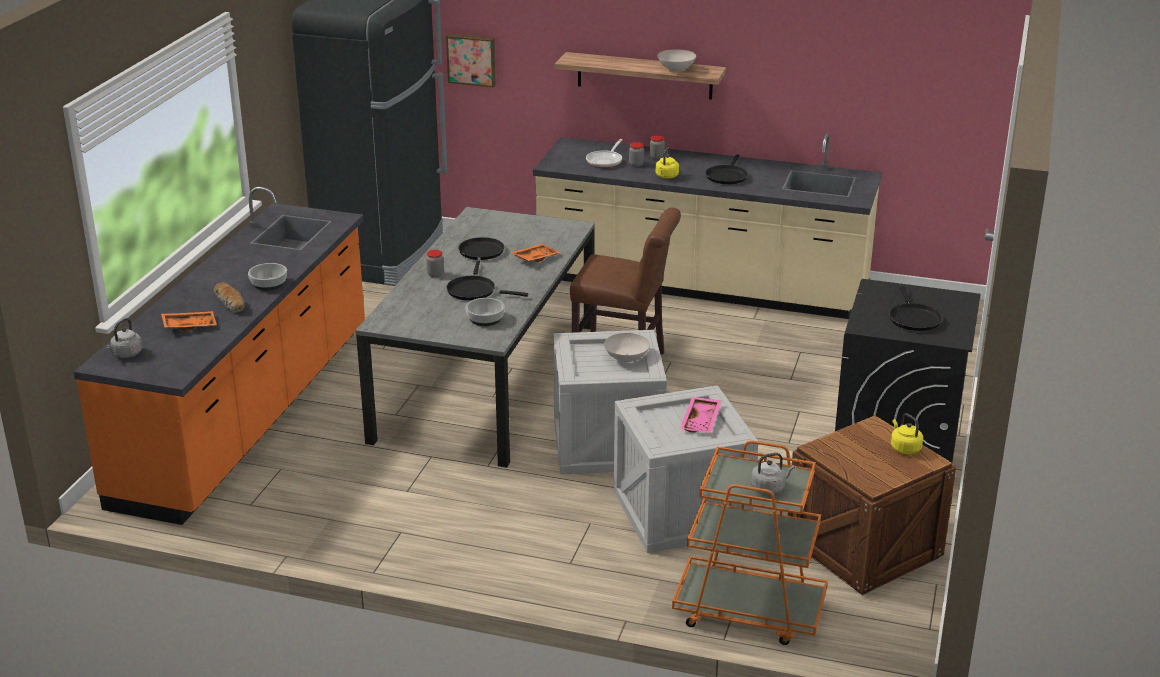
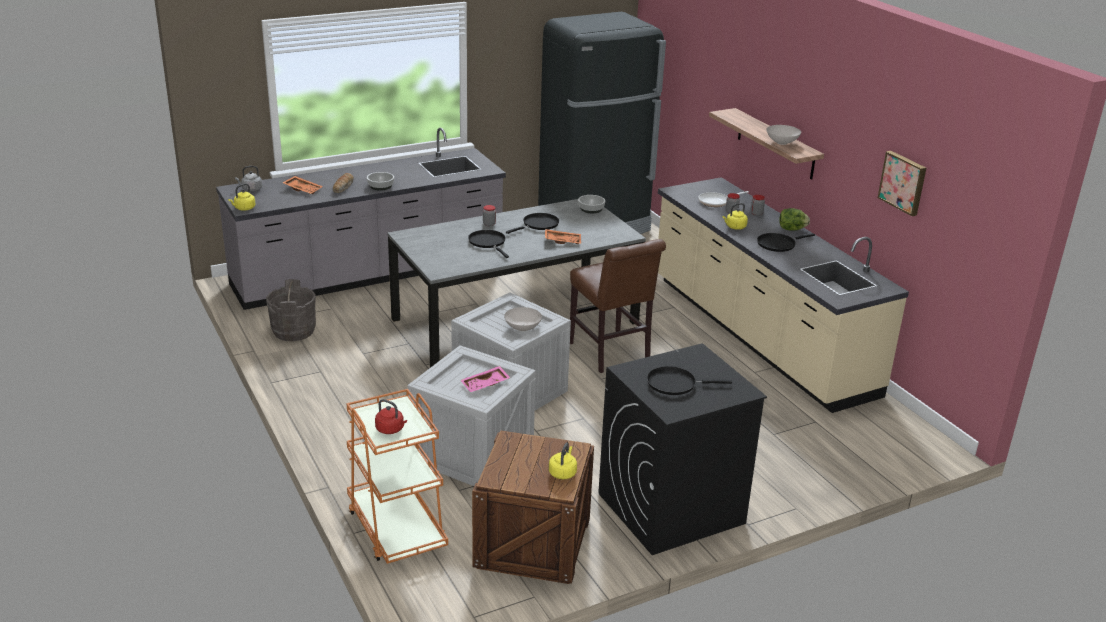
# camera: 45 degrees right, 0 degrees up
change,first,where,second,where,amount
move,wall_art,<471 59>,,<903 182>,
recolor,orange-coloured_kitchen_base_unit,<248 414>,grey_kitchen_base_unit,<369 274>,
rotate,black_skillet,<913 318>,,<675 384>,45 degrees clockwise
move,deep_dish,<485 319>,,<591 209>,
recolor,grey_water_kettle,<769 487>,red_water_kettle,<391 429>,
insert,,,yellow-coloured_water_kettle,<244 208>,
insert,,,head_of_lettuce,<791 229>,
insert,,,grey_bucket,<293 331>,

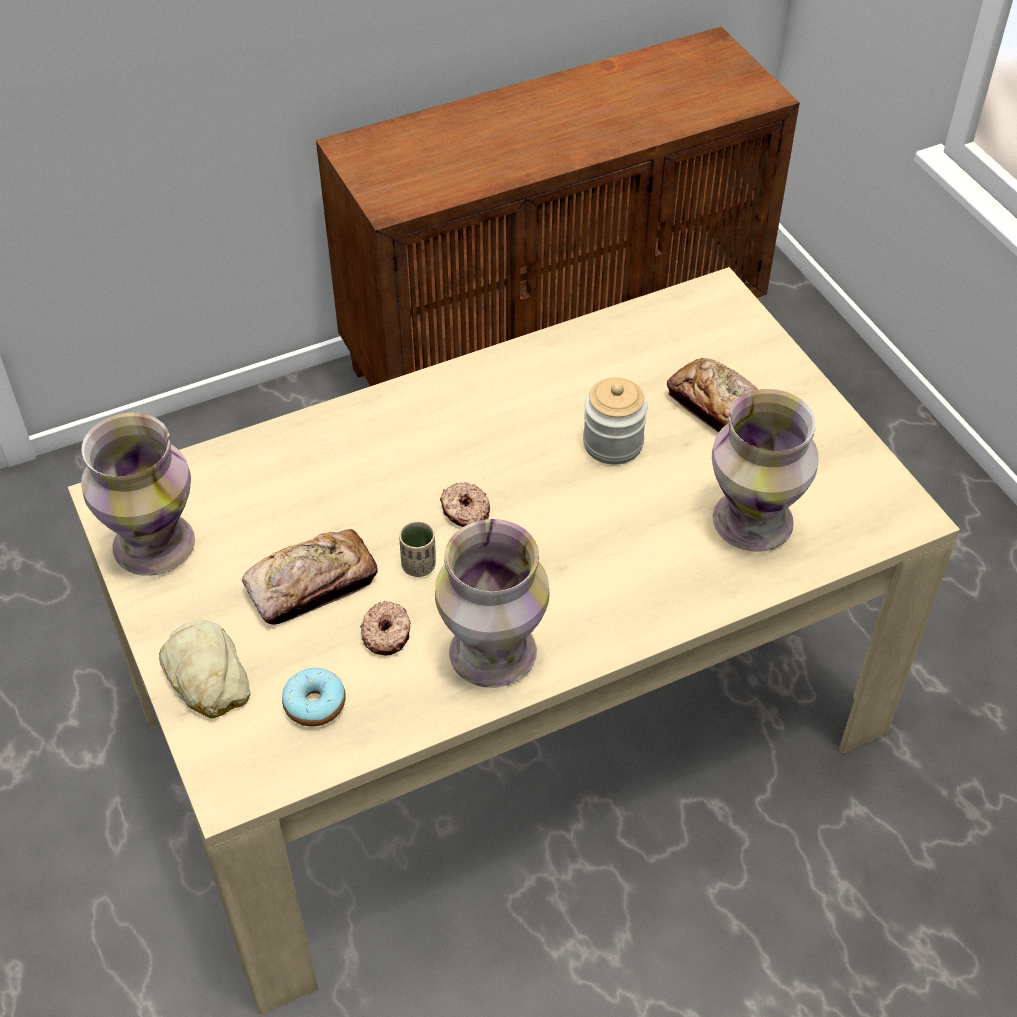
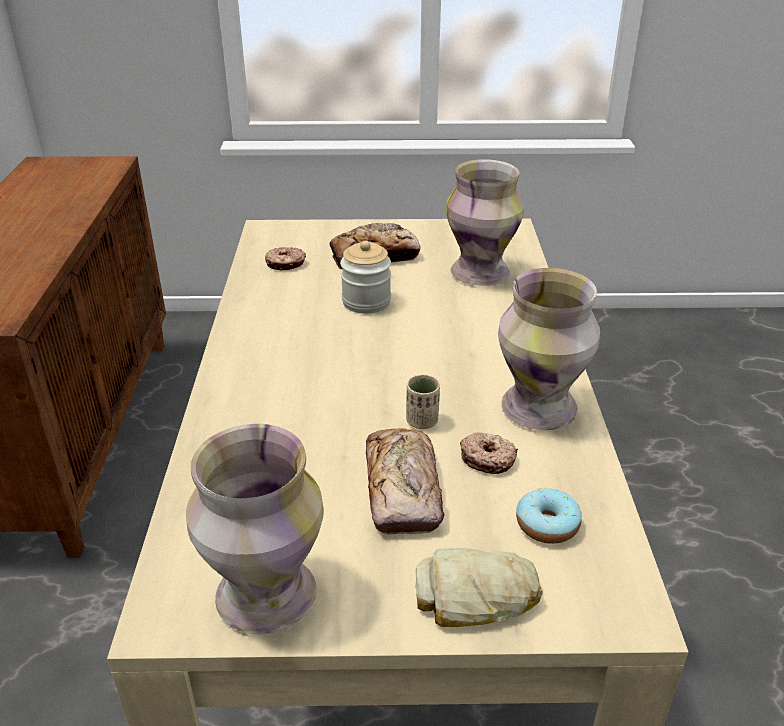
# camera: 65 degrees left, 15 degrees down
change,first,where,second,where,amount
move,donut,<465 511>,,<285 264>,

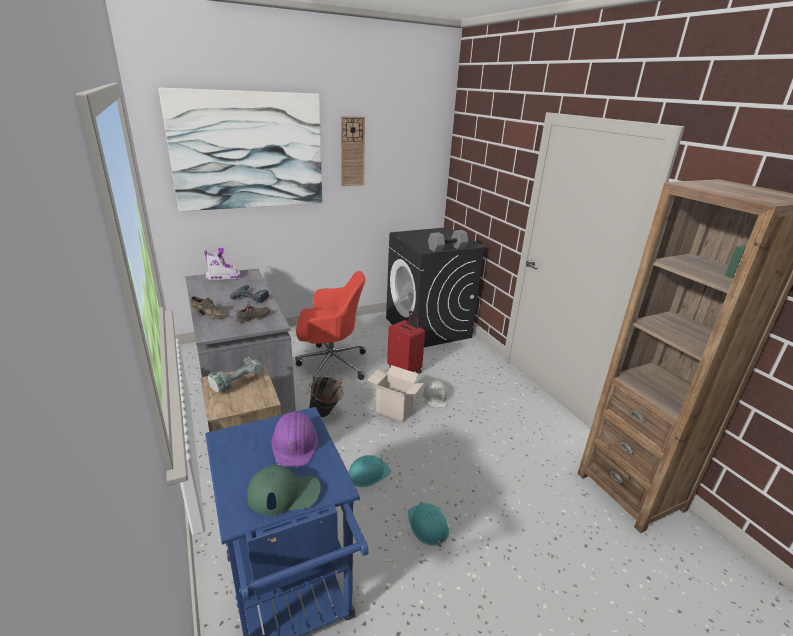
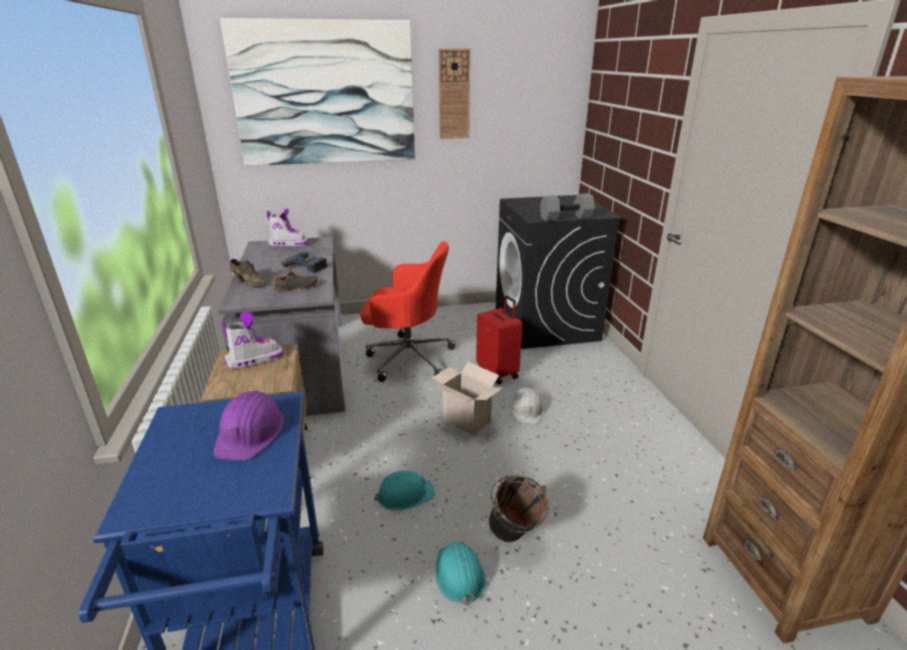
# camera: 15 degrees right, 0 degrees up
change,first,where,second,where,amount
replace,electric_drill,<236 381>,boot,<254 359>,
move,black_bucket,<325 415>,,<515 539>,
delete,greenish_peaked_cap,<284 493>,,,

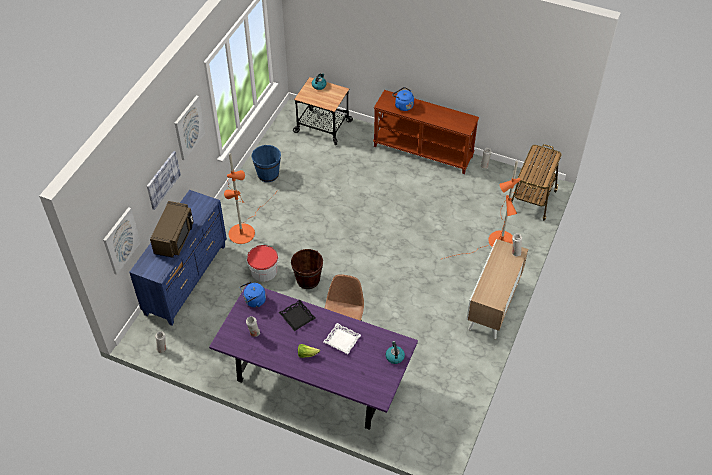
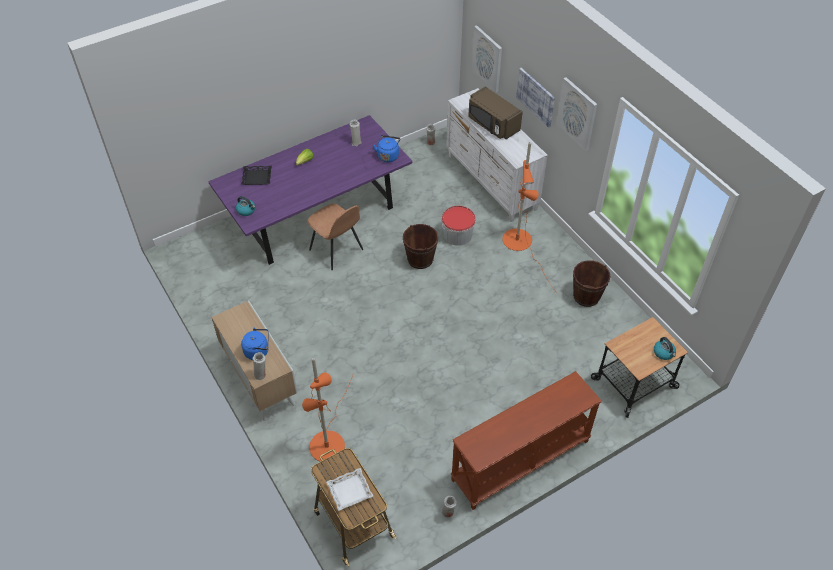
# camera: 125 degrees right, 0 degrees up
change,first,where,second,where,amount
move,blue_water_kettle,<403 105>,,<258 351>,
recolor,blue_bucket,<268 174>,brown-coloured_bucket,<586 296>,
recolor,blue_drawer_chest,<186 279>,whitish_drawer_chest,<491 182>,
move,black_serving_tray,<297 317>,,<257 177>,
move,whitish_serving_tray,<342 340>,,<349 491>,

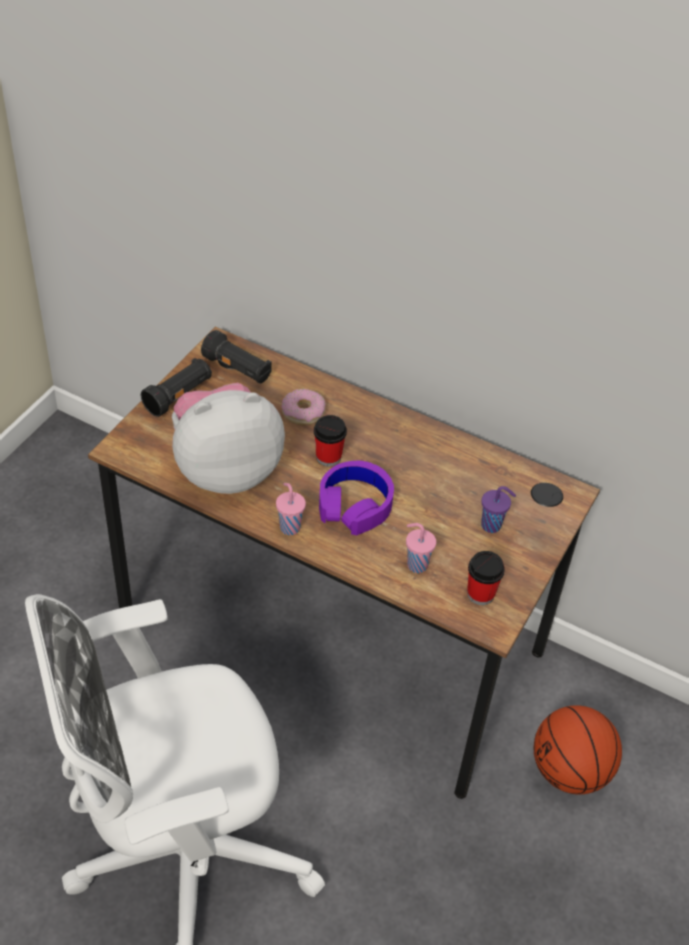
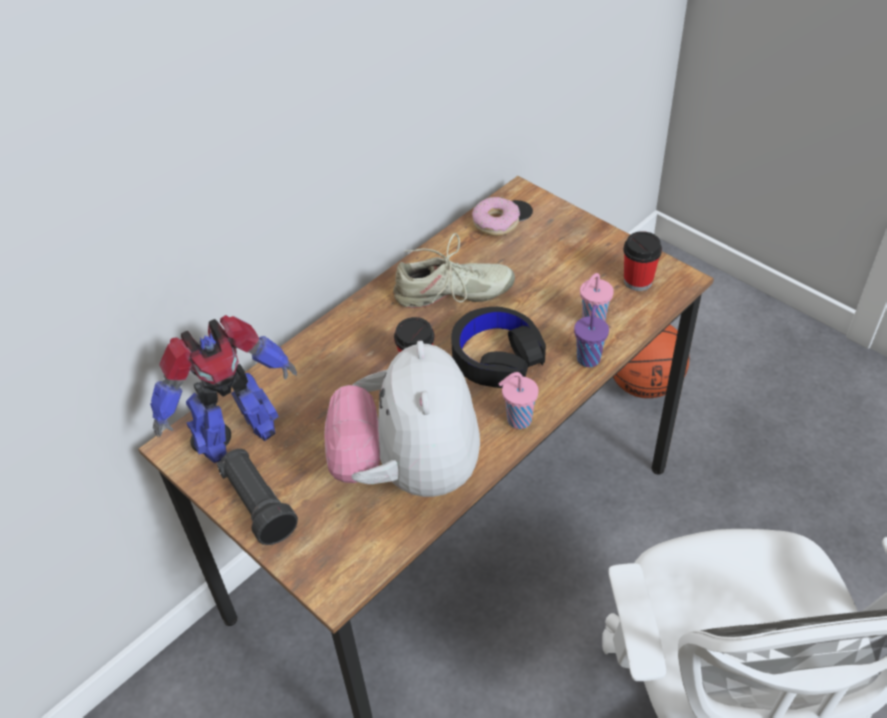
# camera: 70 degrees left, 0 degrees up
change,first,where,second,where,amount
replace,black_hand_torch,<238 369>,toy_robot,<234 433>,
move,donut,<303 412>,,<496 222>,
recolor,purple-coloured_pair_of_headphones,<354 504>,black_pair_of_headphones,<496 357>,
move,purple-coloured_small_cup,<492 525>,,<588 358>,
insert,,,sand-coloured_item_of_footwear,<452 294>,

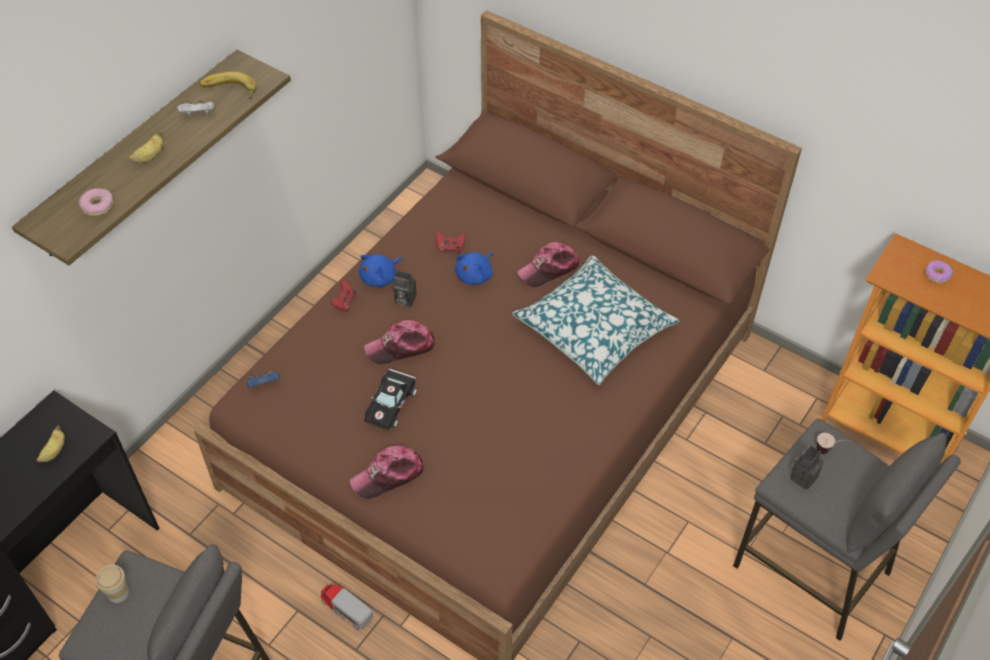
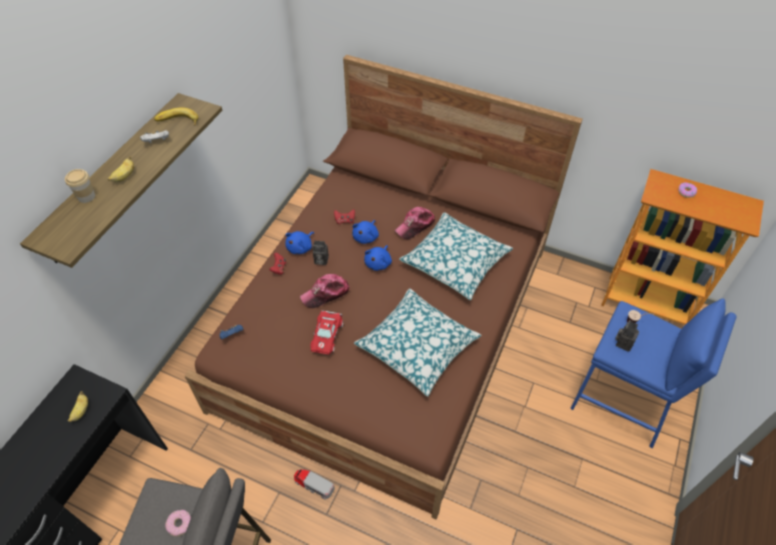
# camera: 10 degrees left, 0 degrees up
change,first,where,second,where,amount
move,donut,<97 206>,,<179 524>,
recolor,black_model_car,<391 403>,red_model_car,<327 334>,
recolor,grey_stool_seat,<812 569>,blue_stool_seat,<622 402>,
delete,peaked_cap,<388 475>,,,
move,small_cup,<118 593>,,<86 196>,
insert,,,blue_cuddly_toy,<378 263>,
insert,,,cushion,<417 346>,

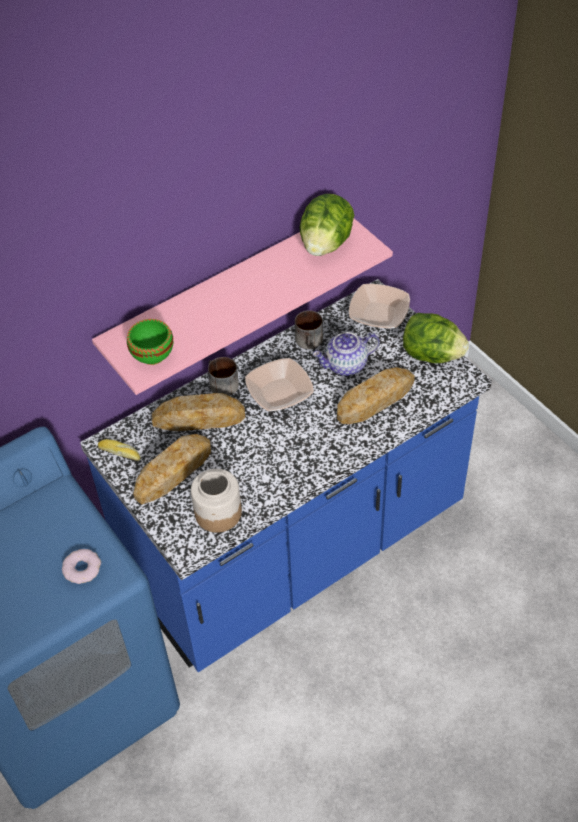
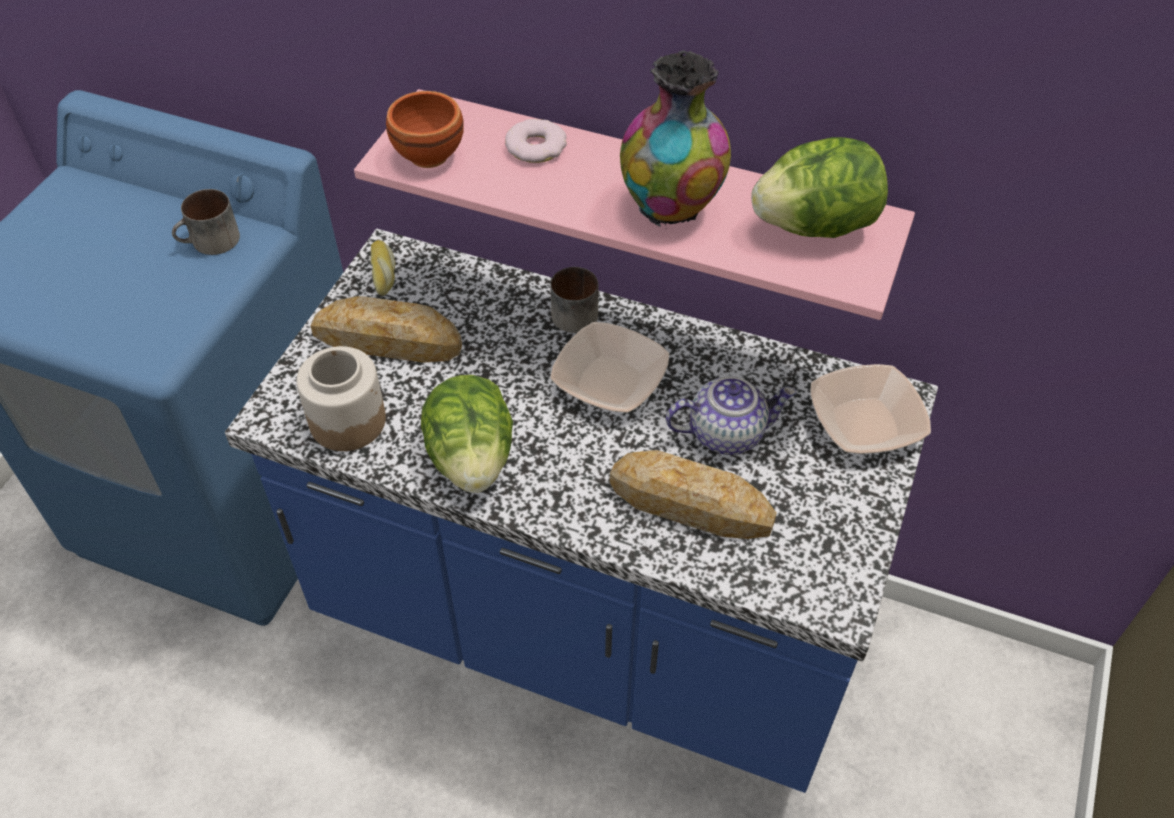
# camera: 55 degrees right, 0 degrees up
change,first,where,second,where,amount
move,mug,<310 342>,,<210 243>,
move,head_of_lettuce,<431 354>,,<472 459>,
recolor,greenish_deep_dish,<154 355>,brown-coloured_deep_dish,<431 156>,
rotate,teapot,<346 365>,,<726 432>,135 degrees clockwise
delete,bread,<199 418>,,,
move,donut,<82 568>,,<536 147>,
insert,,,flower_vase,<672 207>,

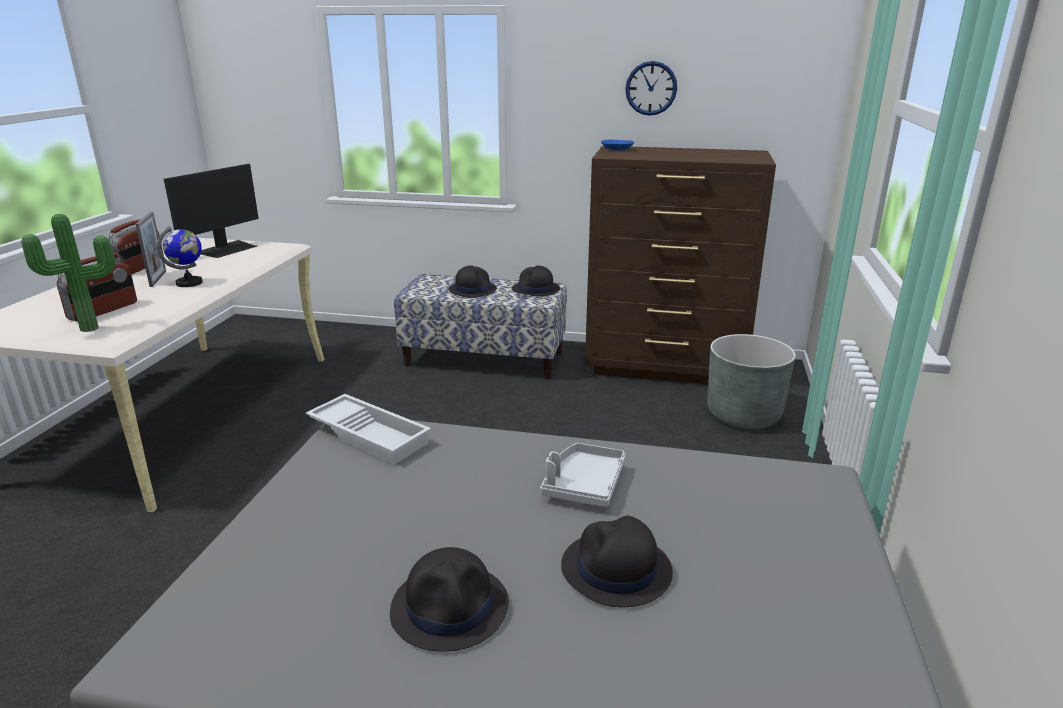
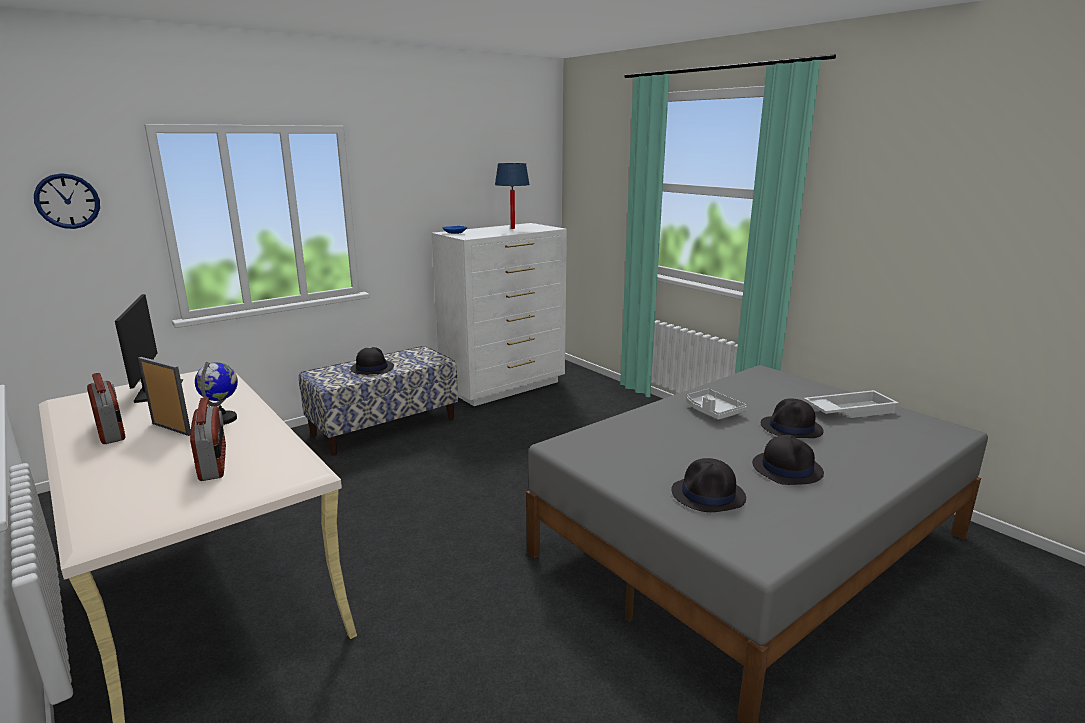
# camera: 50 degrees left, 5 degrees down
change,first,where,second,where,amount
move,clock_on_the_wall,<651 88>,,<67 201>,
recolor,brown-coloured_drawer_chest,<665 367>,whitish_drawer_chest,<505 386>,
delete,houseplant,<90 329>,,,
move,black_hat,<536 290>,,<708 495>,
delete,grey_planter,<743 415>,,,
move,whitish_serving_tray,<371 434>,,<848 410>,
insert,,,blue_tabletop_lamp,<513 228>,

